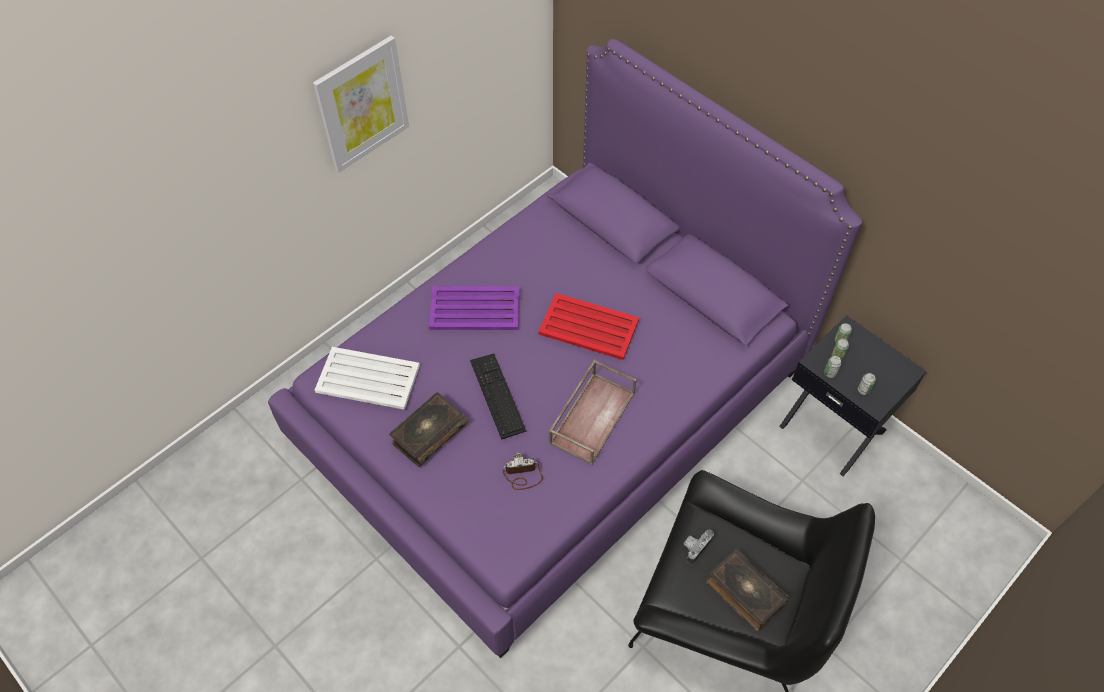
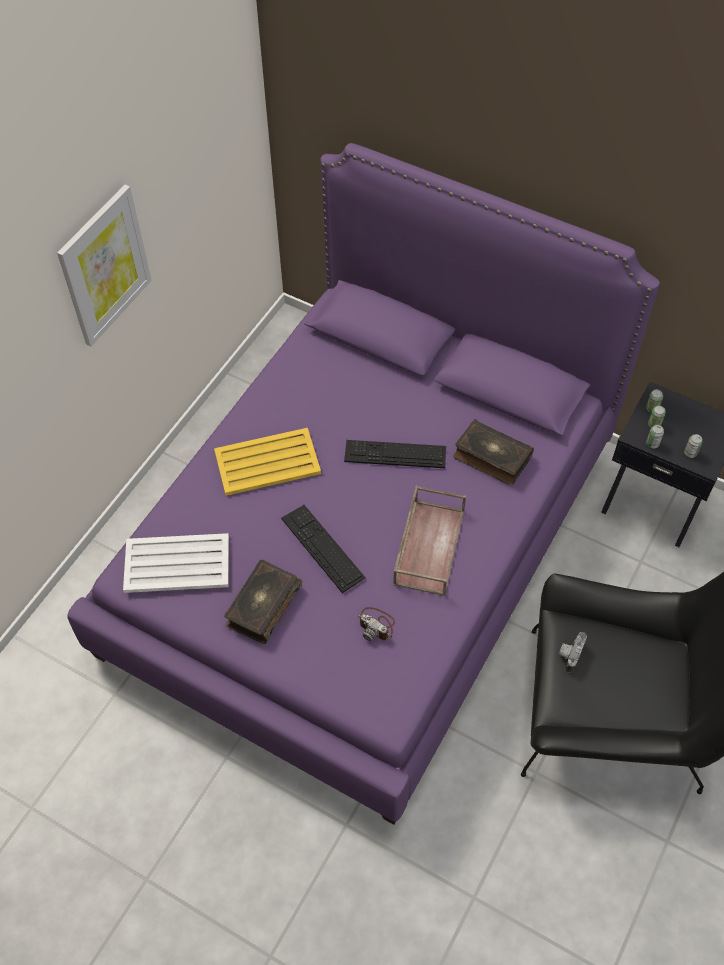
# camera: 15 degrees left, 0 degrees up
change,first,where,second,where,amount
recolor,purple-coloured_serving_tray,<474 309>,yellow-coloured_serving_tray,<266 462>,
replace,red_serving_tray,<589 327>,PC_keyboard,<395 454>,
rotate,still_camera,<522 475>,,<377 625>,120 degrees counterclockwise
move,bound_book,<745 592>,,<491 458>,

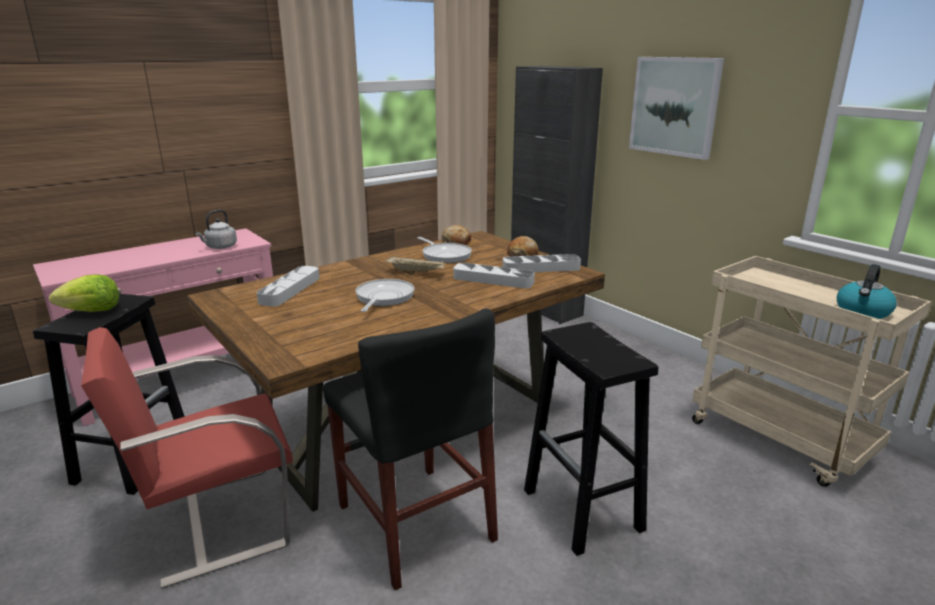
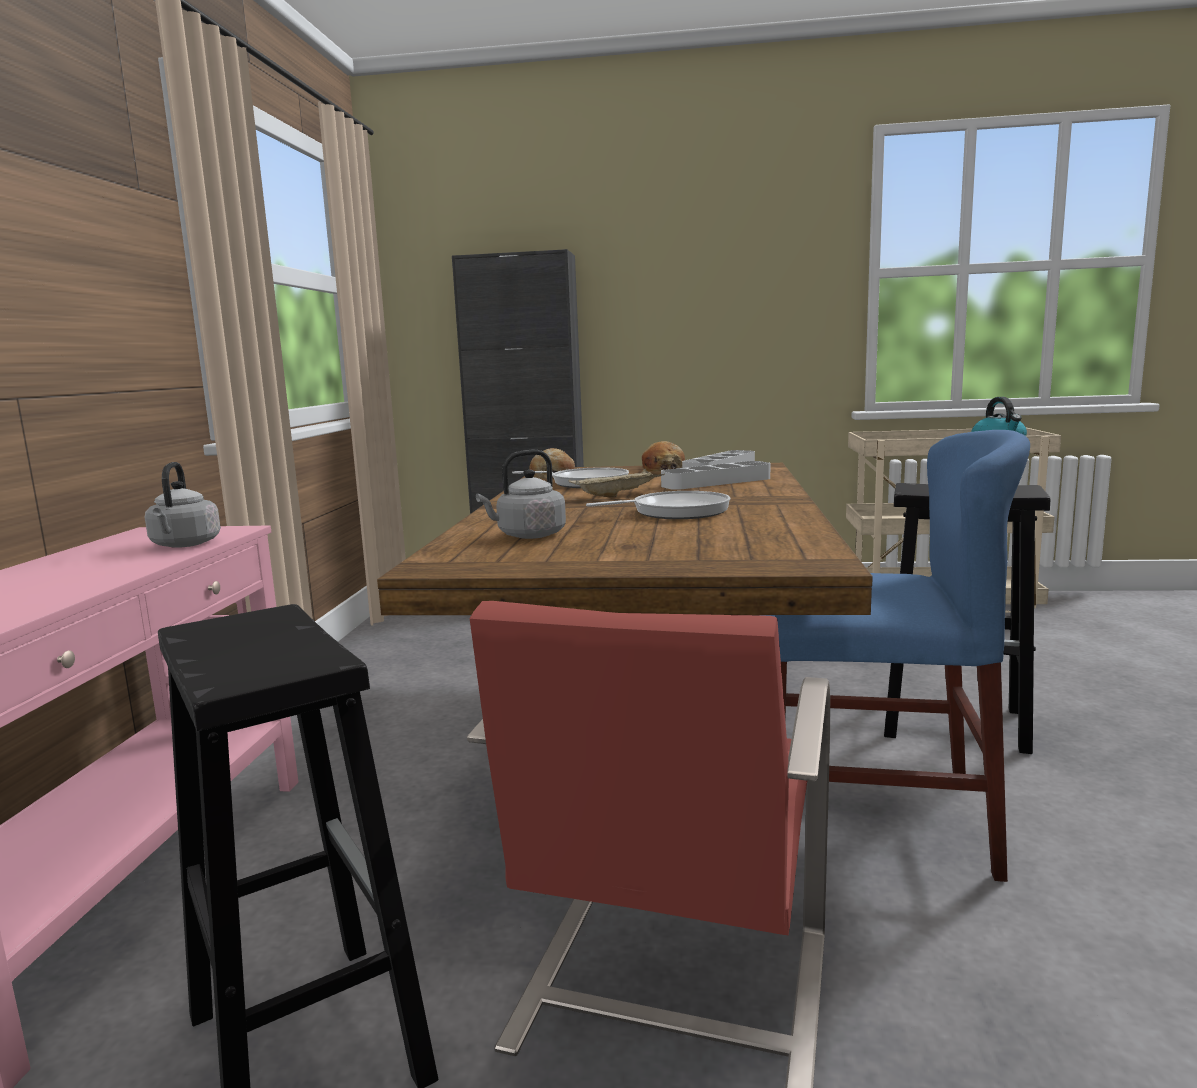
# camera: 45 degrees left, 10 degrees down
change,first,where,second,where,amount
delete,wall_art,<674 106>,,,
replace,grey_serving_tray,<290 290>,grey_water_kettle,<528 536>,
delete,head_of_lettuce,<92 311>,,,
rotate,skillet,<383 298>,,<674 512>,105 degrees clockwise
recolor,black_upright_chair,<415 522>,blue_upright_chair,<873 819>,

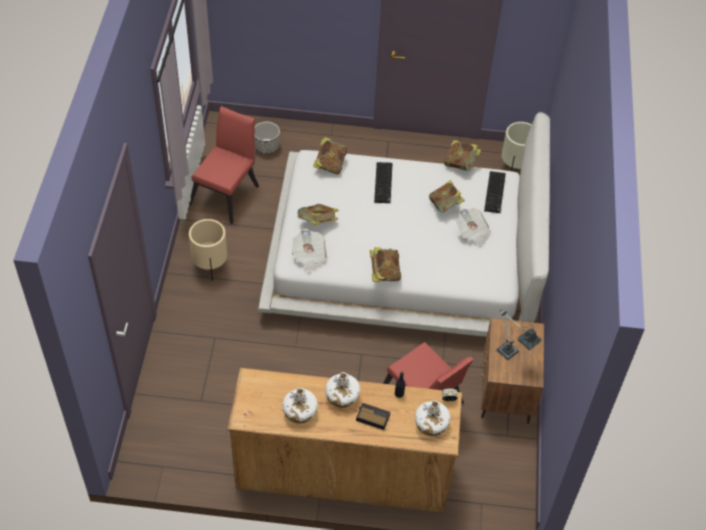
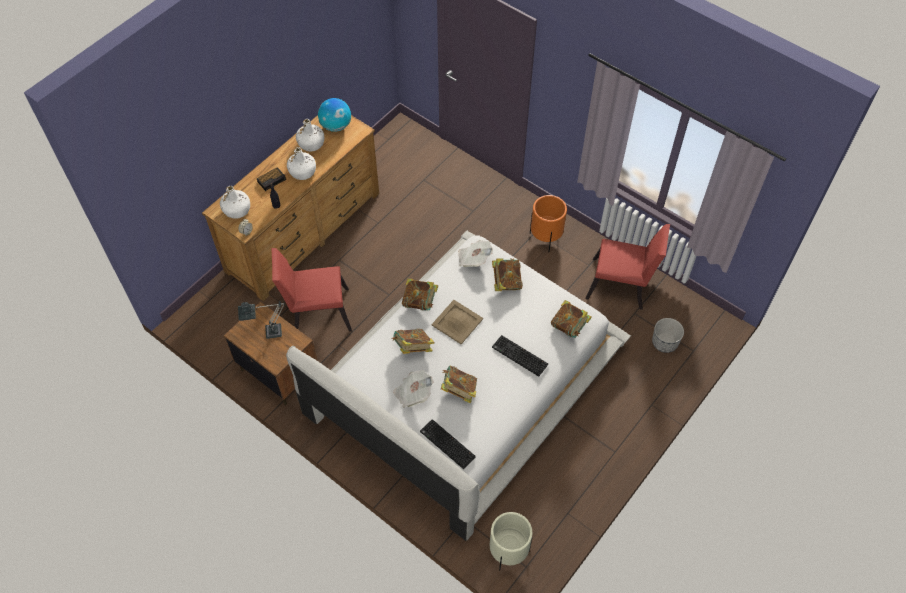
# camera: 125 degrees right, 5 degrees up
change,first,where,second,where,amount
rotate,red_upright_chair,<227 193>,,<622 285>,45 degrees counterclockwise
move,bound_book,<461 165>,,<413 348>,
recolor,sand-coloured_planter,<210 266>,orange-coloured_planter,<545 238>,
insert,,,world_globe,<336 126>,
insert,,,sand-coloured_serving_tray,<457 321>,

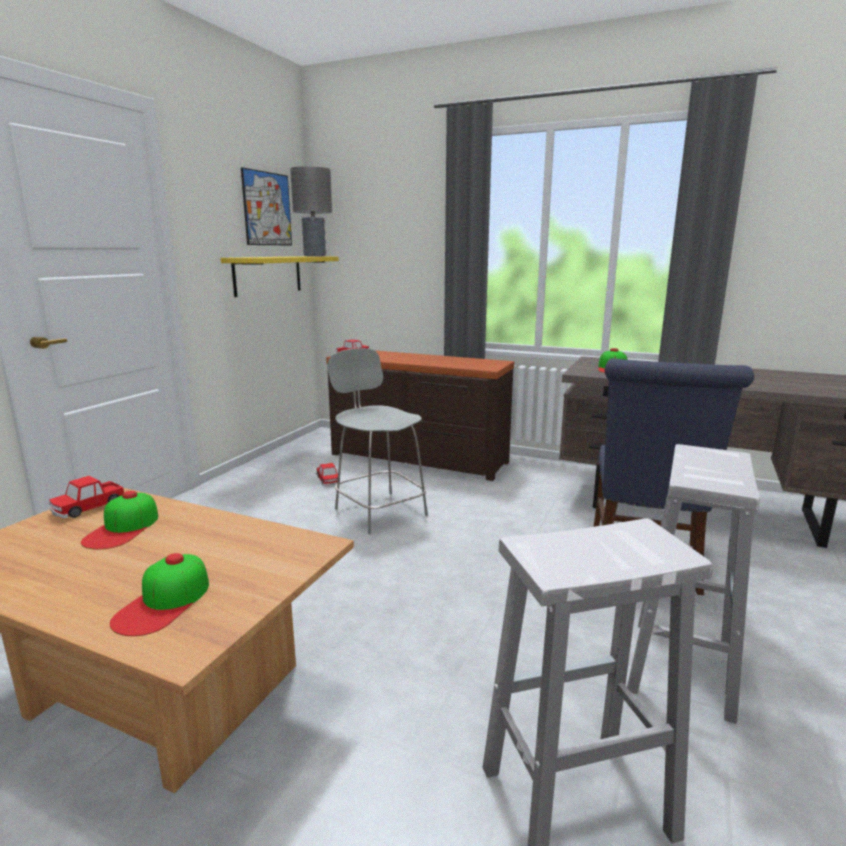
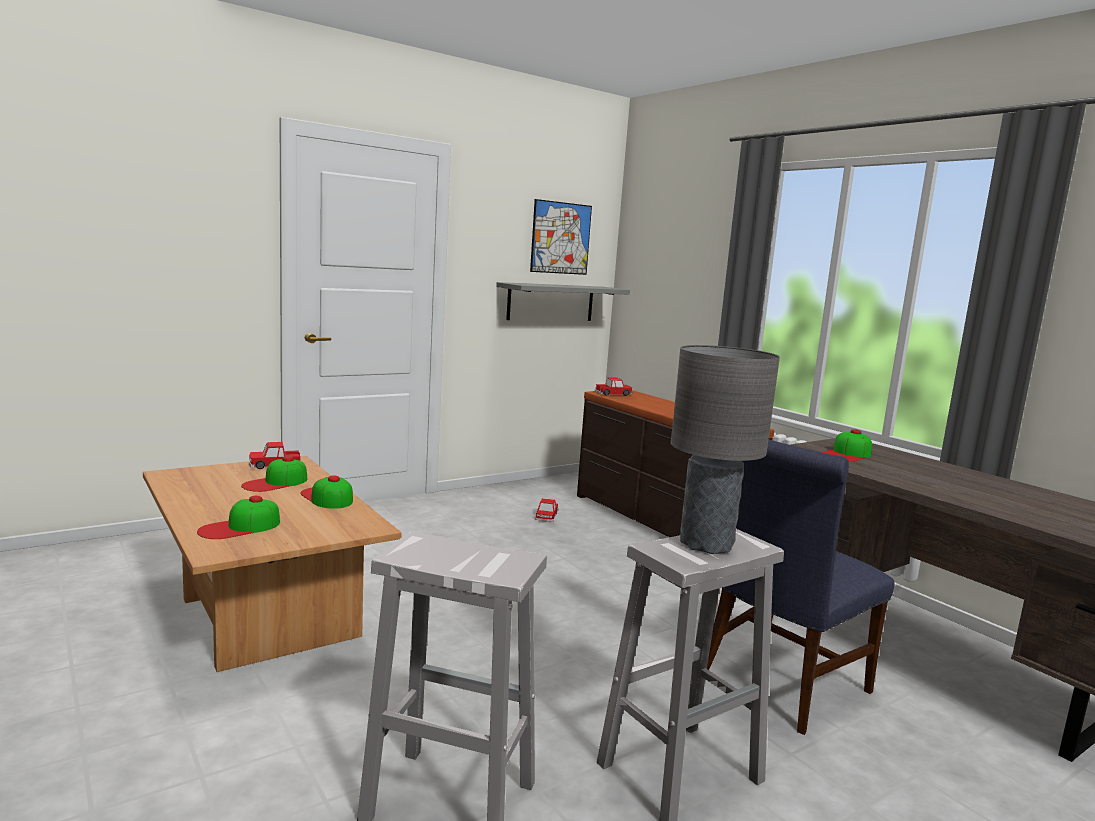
# camera: 30 degrees right, 5 degrees down
change,first,where,second,where,amount
move,grey_tabletop_lamp,<315 256>,,<707 544>,
recolor,yellow-coloured_shelf,<268 275>,grey_shelf,<551 302>,
delete,grey_stool_seat,<379 511>,,,
insert,,,peaked_cap,<327 497>,

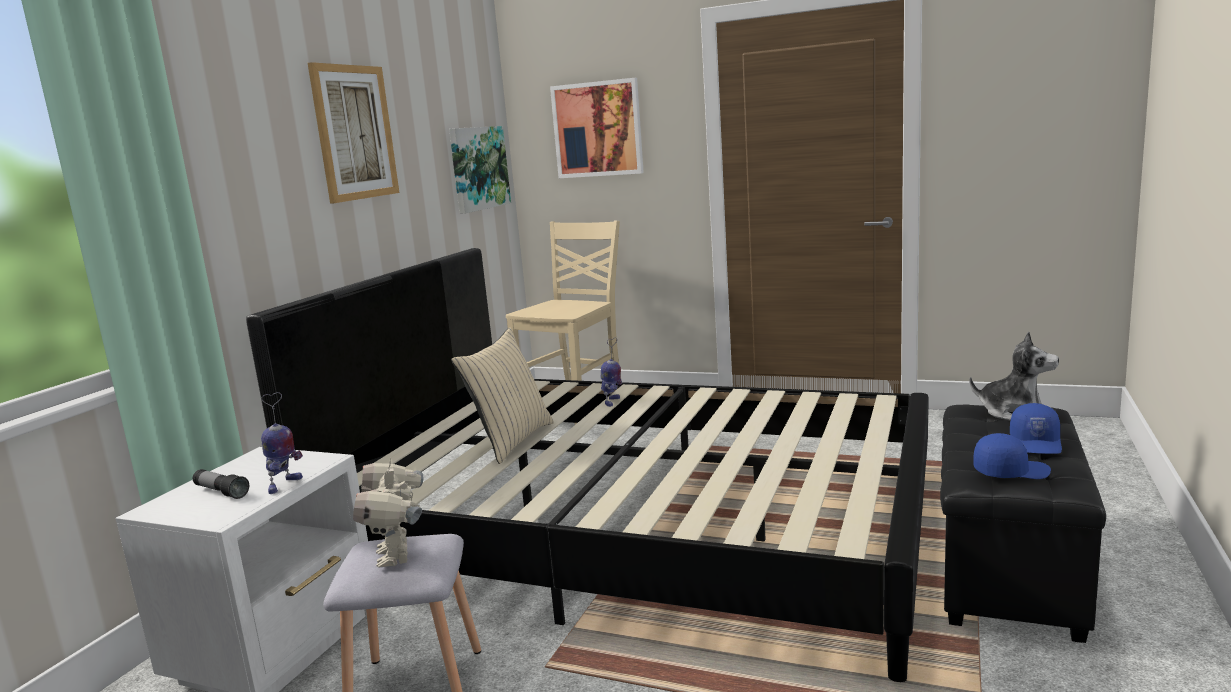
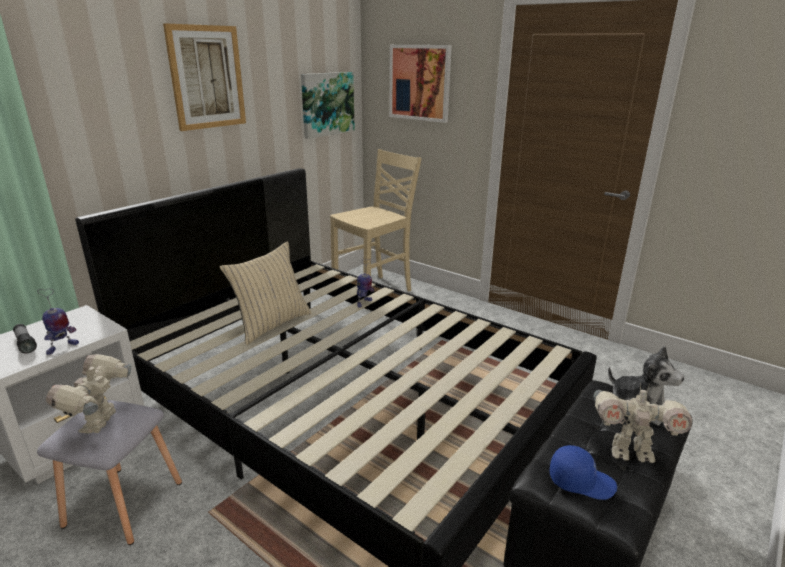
# camera: 15 degrees right, 10 degrees up
change,first,where,second,where,amount
replace,blue_peaked_cap,<1037 443>,toy_robot,<630 452>,

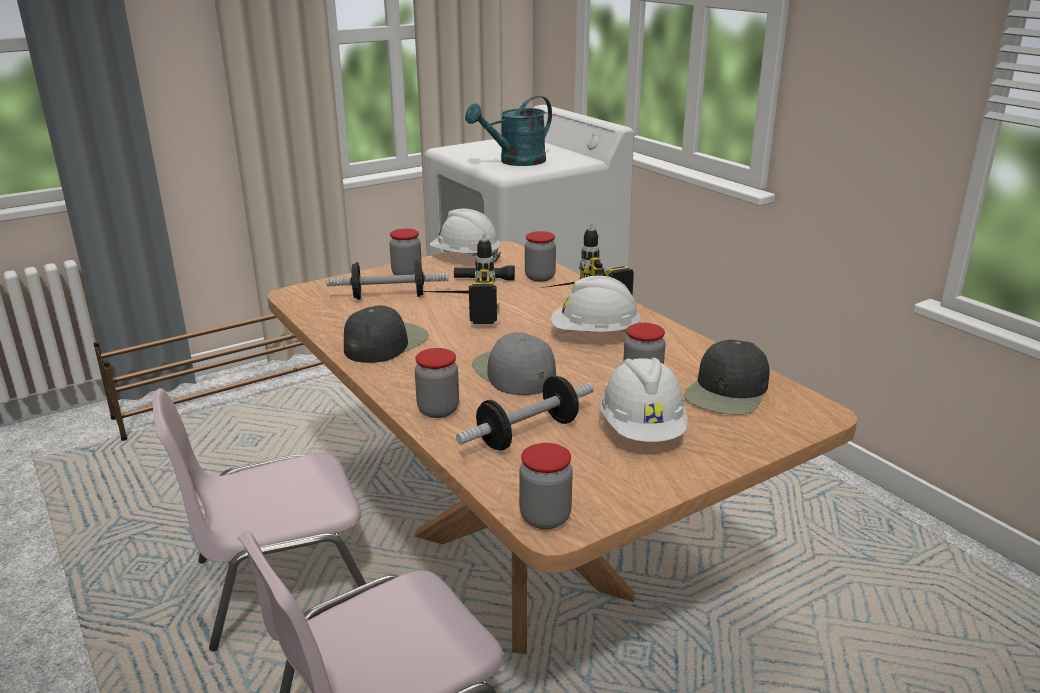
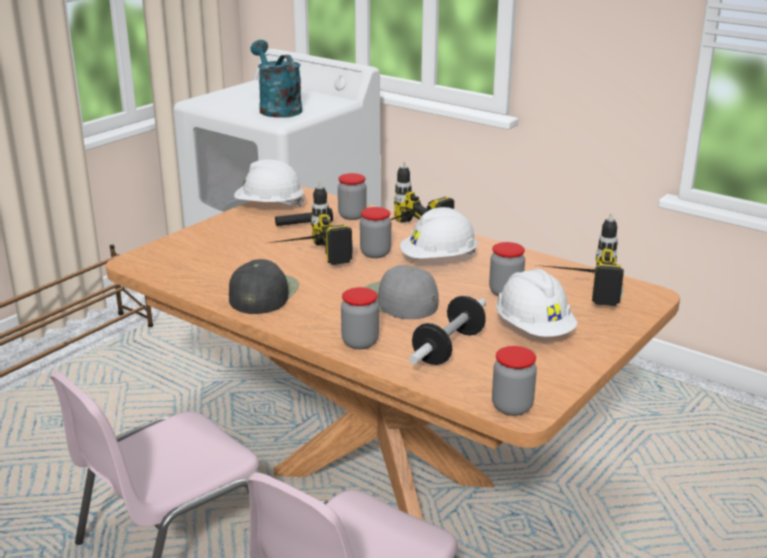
# camera: 20 degrees left, 0 degrees up
change,first,where,second,where,amount
rotate,turquoise-coloured_watering_can,<515 162>,,<277 108>,120 degrees clockwise
move,jar,<407 274>,,<375 253>,
delete,free_weight,<389 296>,,,
replace,black_peaked_cap,<727 392>,electric_drill,<575 290>,

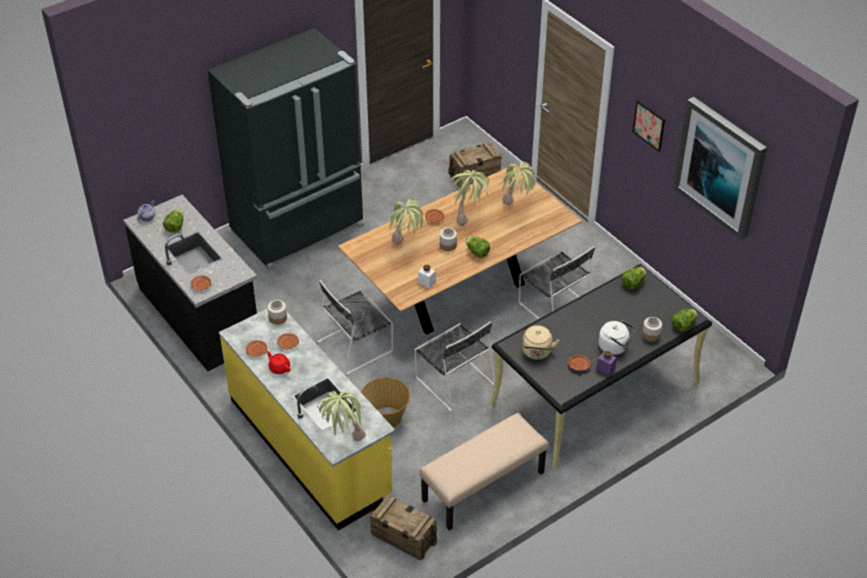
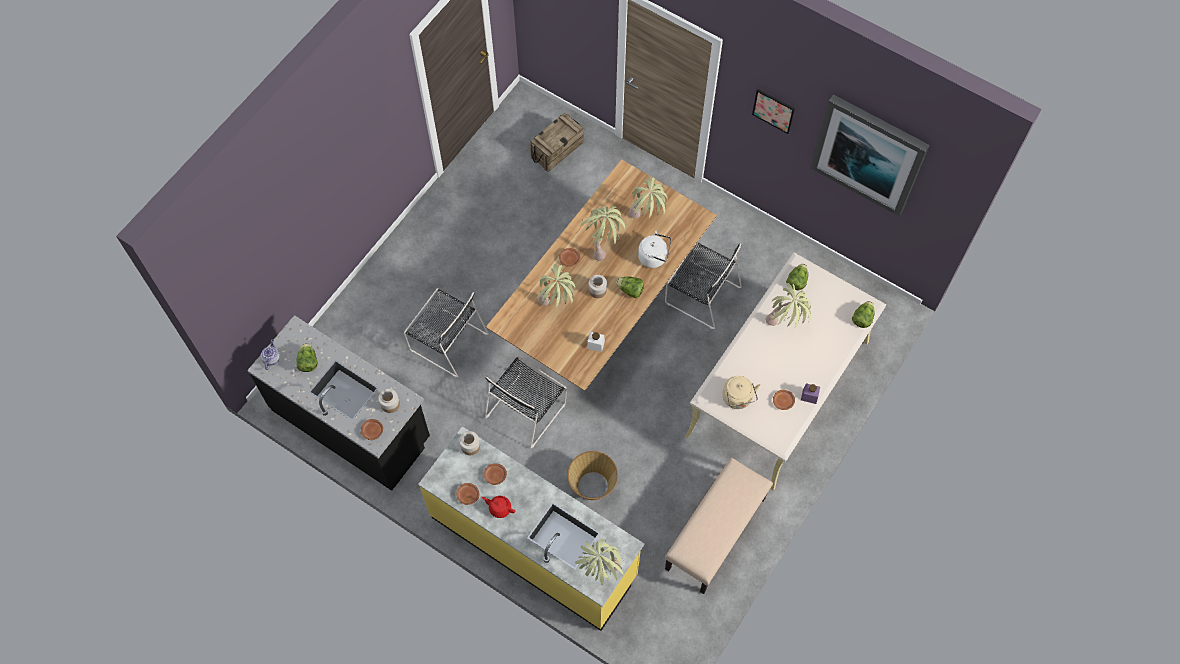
# camera: 20 degrees left, 20 degrees up
change,first,where,second,where,amount
delete,black_refrigerator,<299 229>,,,
recolor,black_desk_unit,<594 393>,sand-coloured_desk_unit,<778 389>,
move,jar,<650 335>,,<390 404>,
move,whitish_water_kettle,<615 347>,,<654 257>,
move,black_upright_chair,<453 380>,,<447 341>,
delete,crate,<403 537>,,,
insert,,,houseplant,<785 325>,

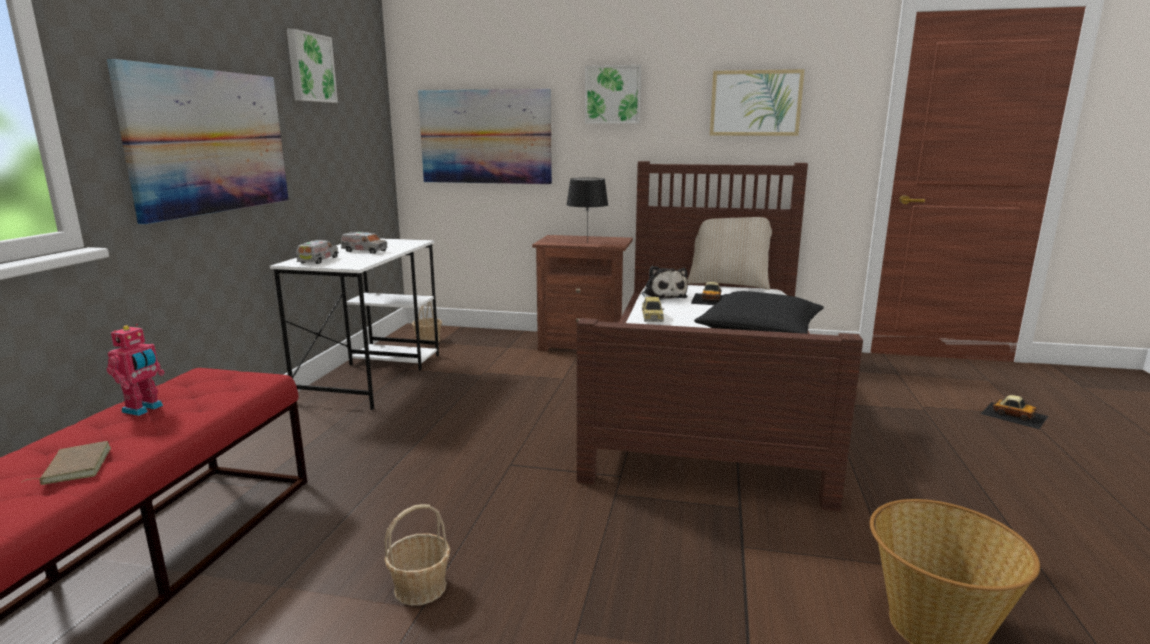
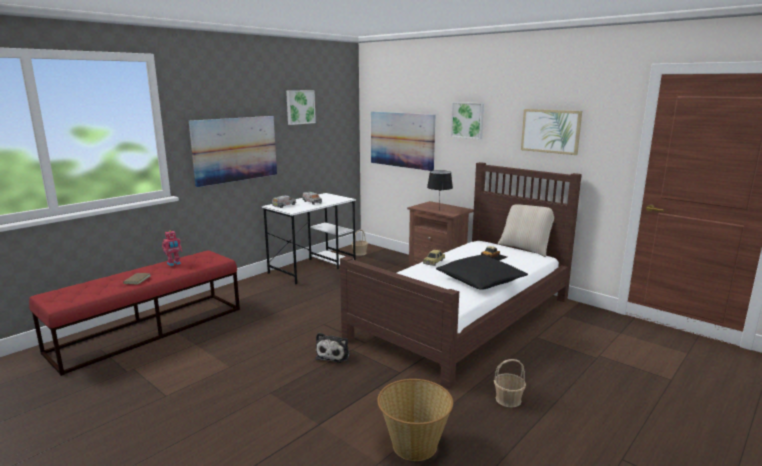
# camera: 30 degrees right, 0 degrees up
change,first,where,second,where,amount
move,cuddly_toy,<663 296>,,<334 354>,
delete,model_car,<1013 414>,,,
move,storage_basket,<421 587>,,<508 399>,

